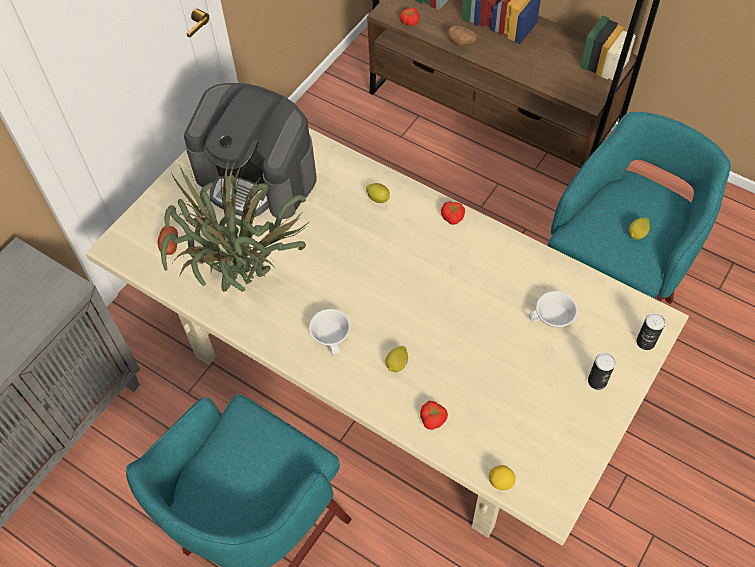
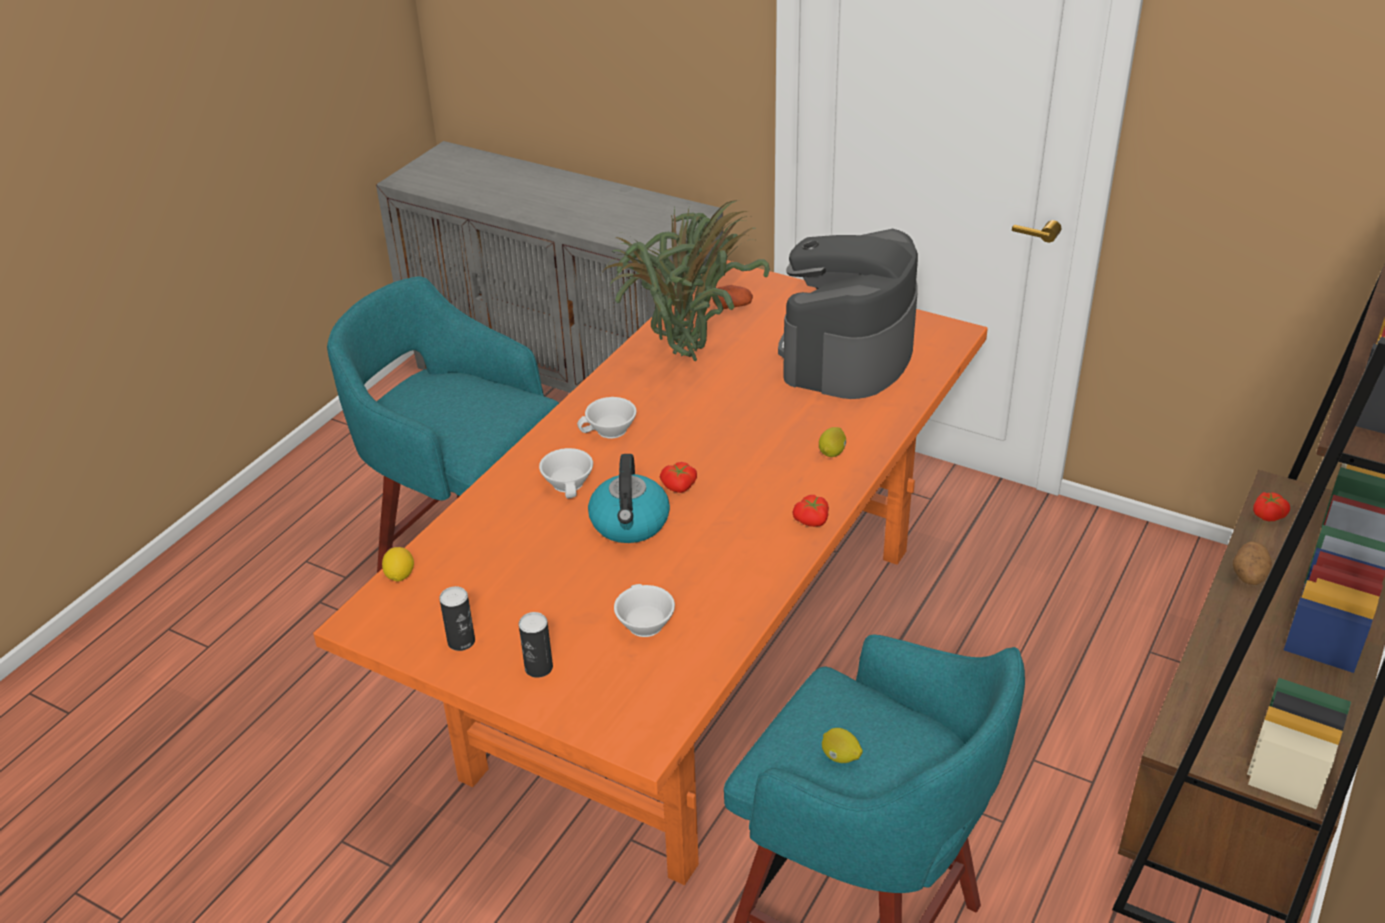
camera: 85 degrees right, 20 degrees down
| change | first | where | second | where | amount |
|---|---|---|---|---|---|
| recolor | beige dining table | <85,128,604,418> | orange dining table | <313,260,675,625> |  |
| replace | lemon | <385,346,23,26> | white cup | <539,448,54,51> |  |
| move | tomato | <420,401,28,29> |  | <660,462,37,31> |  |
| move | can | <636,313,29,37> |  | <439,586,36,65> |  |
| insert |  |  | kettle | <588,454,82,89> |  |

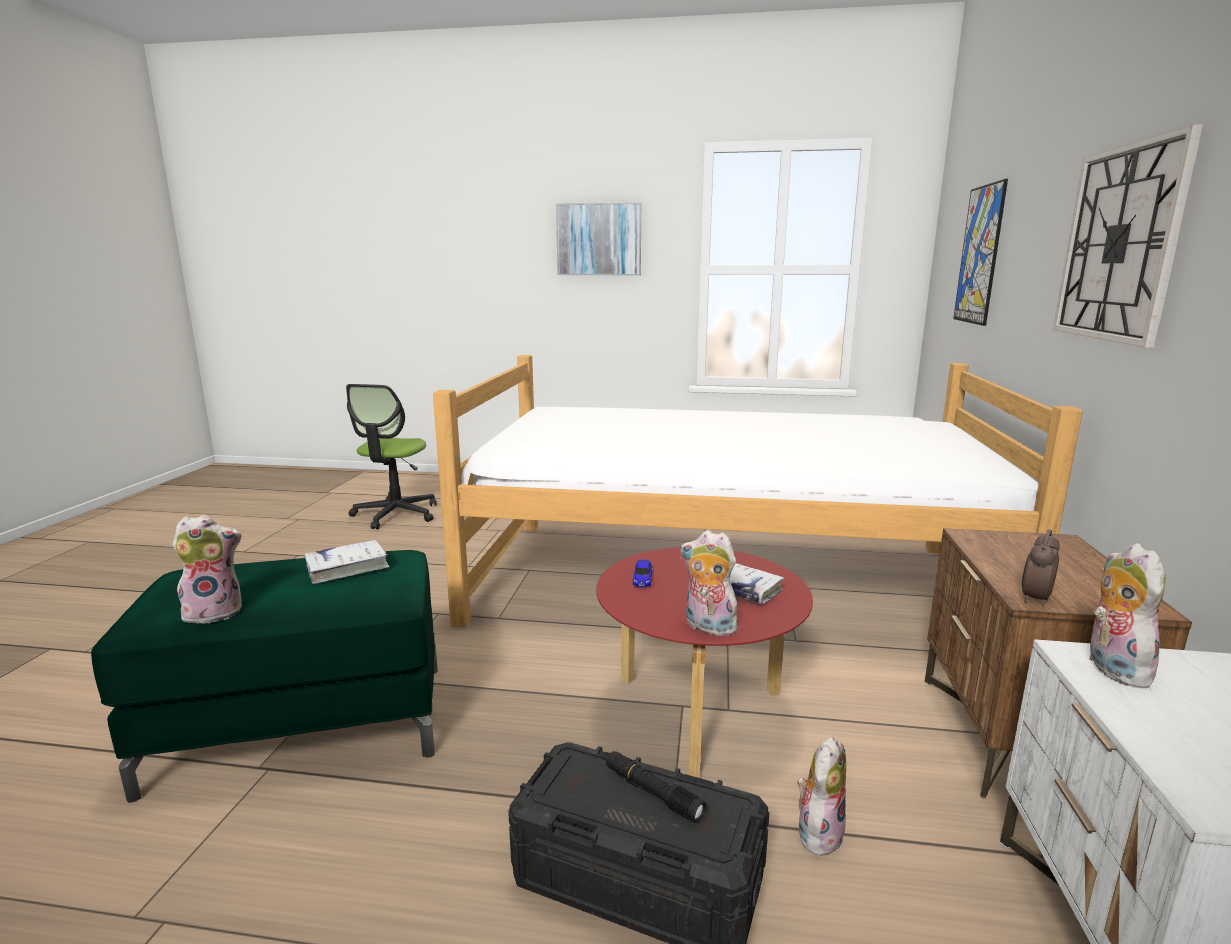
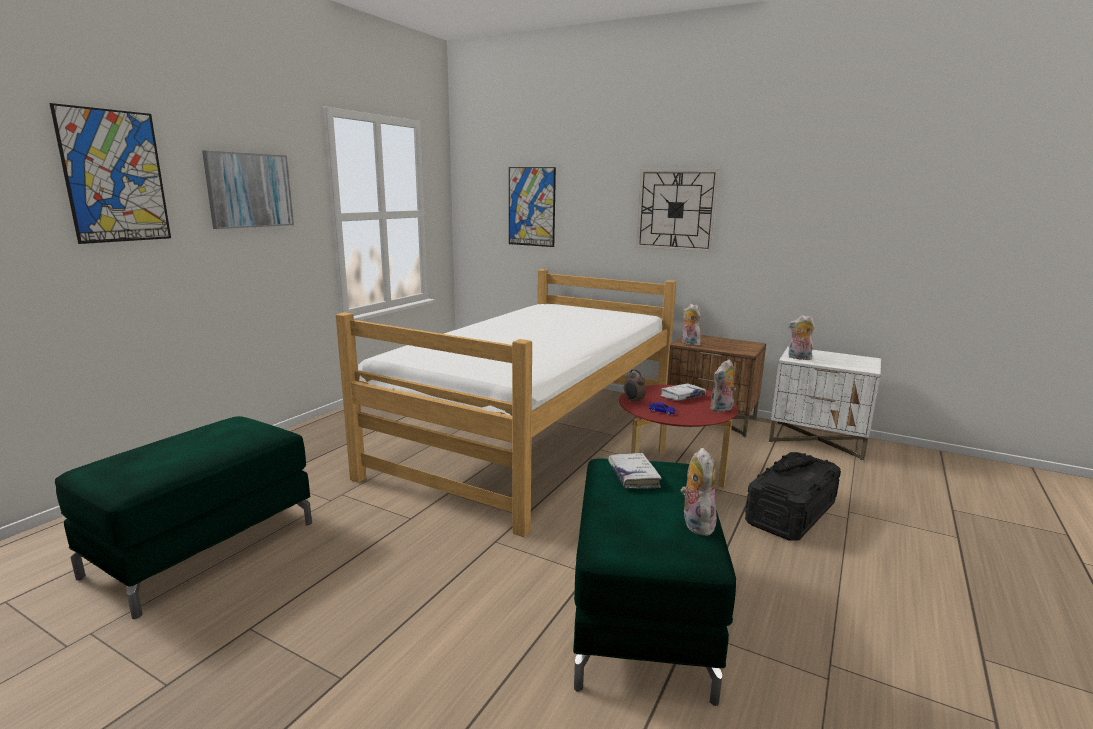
camera: 70 degrees left, 0 degrees up
| change | first | where | second | where | amount |
|---|---|---|---|---|---|
| replace | office chair | <346,384,91,145> | green ottoman | <55,416,257,203> |  |
| move | plush toy | <797,737,49,119> |  | <682,304,19,42> |  |
| move | alarm clock | <1022,529,38,76> |  | <624,369,22,35> |  |
| insert |  |  | picture | <49,103,122,141> |  |

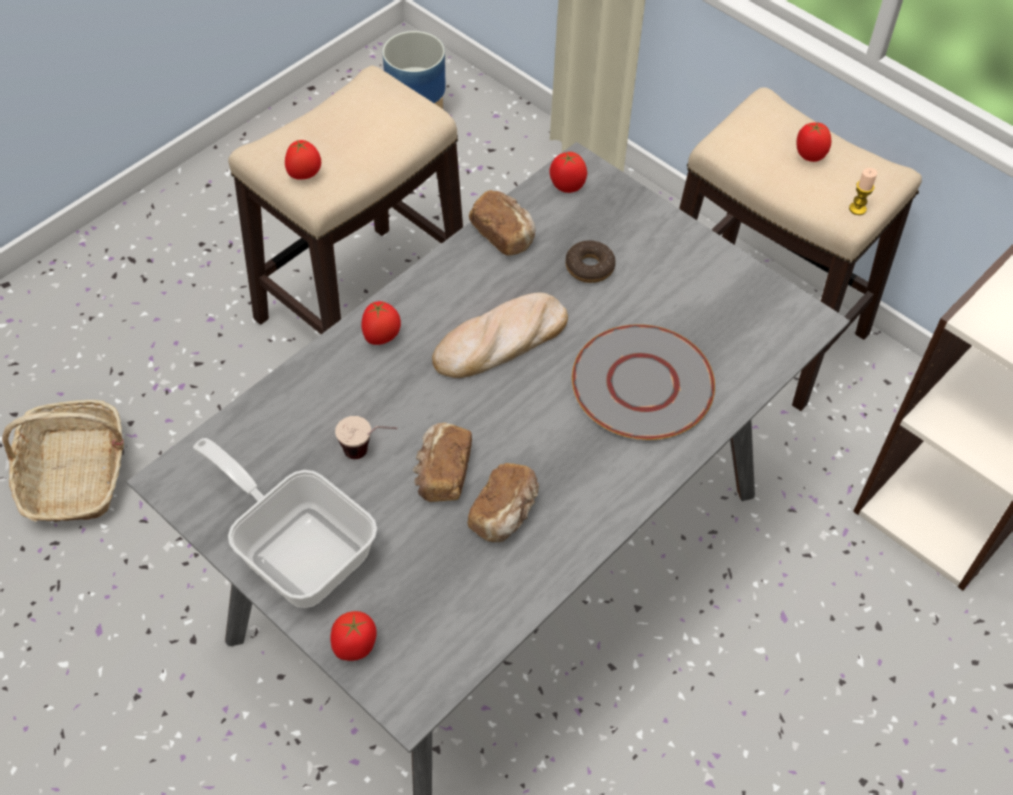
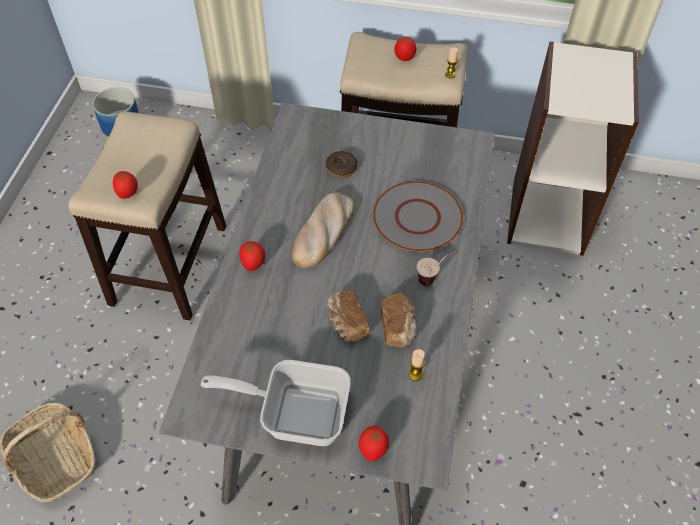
camera: 30 degrees left, 0 degrees up
| change | first | where | second | where | amount |
|---|---|---|---|---|---|
| move | cup | <335,416,63,43> |  | <417,251,42,35> |  |
| delete | bread | <469,190,67,66> |  |  |  |
| delete | tomato | <549,152,38,41> |  |  |  |
| insert |  |  | candle | <409,349,16,32> |  |

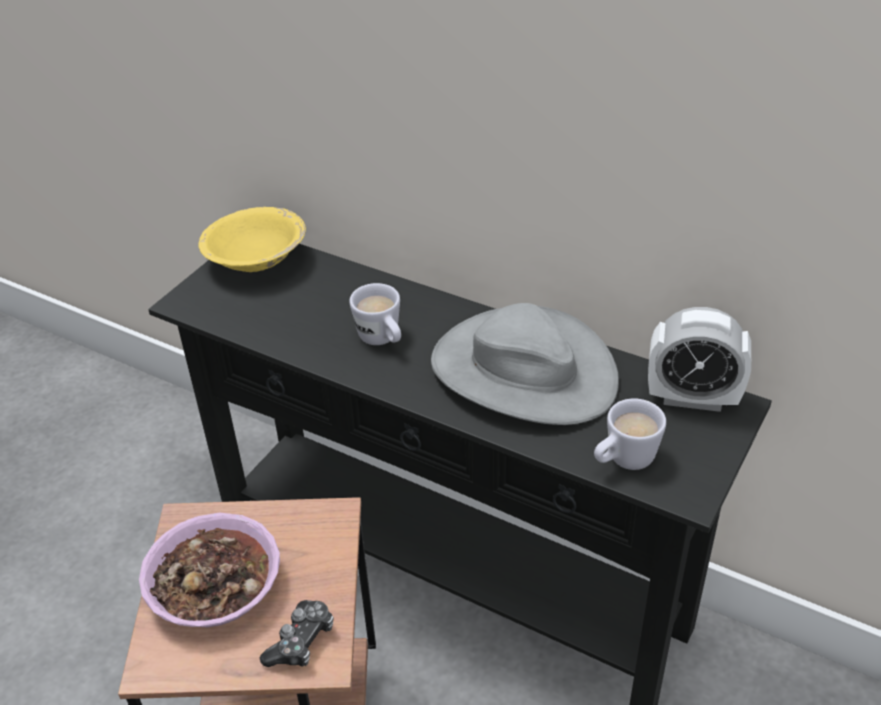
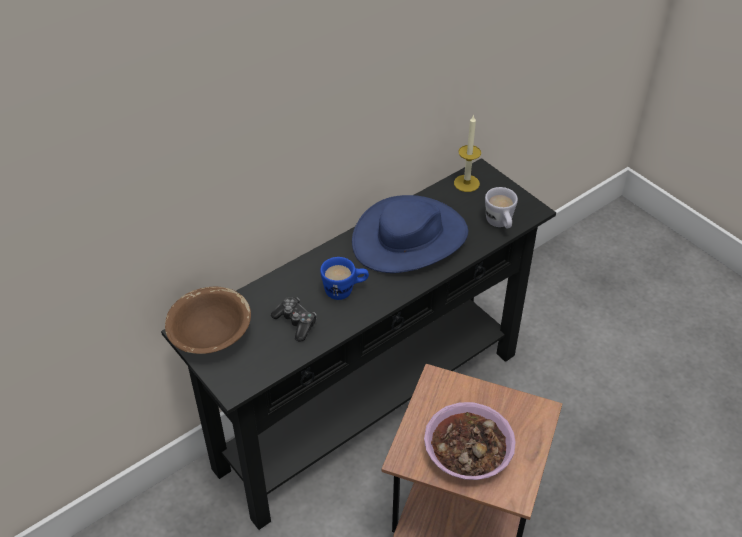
camera: 70 degrees left, 5 degrees up
| change | first | where | second | where | amount |
|---|---|---|---|---|---|
| recolor | yellow bowl | <198,207,108,65> | brown bowl | <165,287,86,67> |  |
| move | game controller | <260,600,74,67> |  | <271,297,46,45> |  |
| recolor | white mug | <349,283,52,62> | blue mug | <320,257,49,43> |  |
| recolor | grey hat | <431,303,188,122> | blue hat | <352,195,116,78> |  |
| replace | alarm clock | <648,307,103,105> | candle | <454,114,27,78> |  |

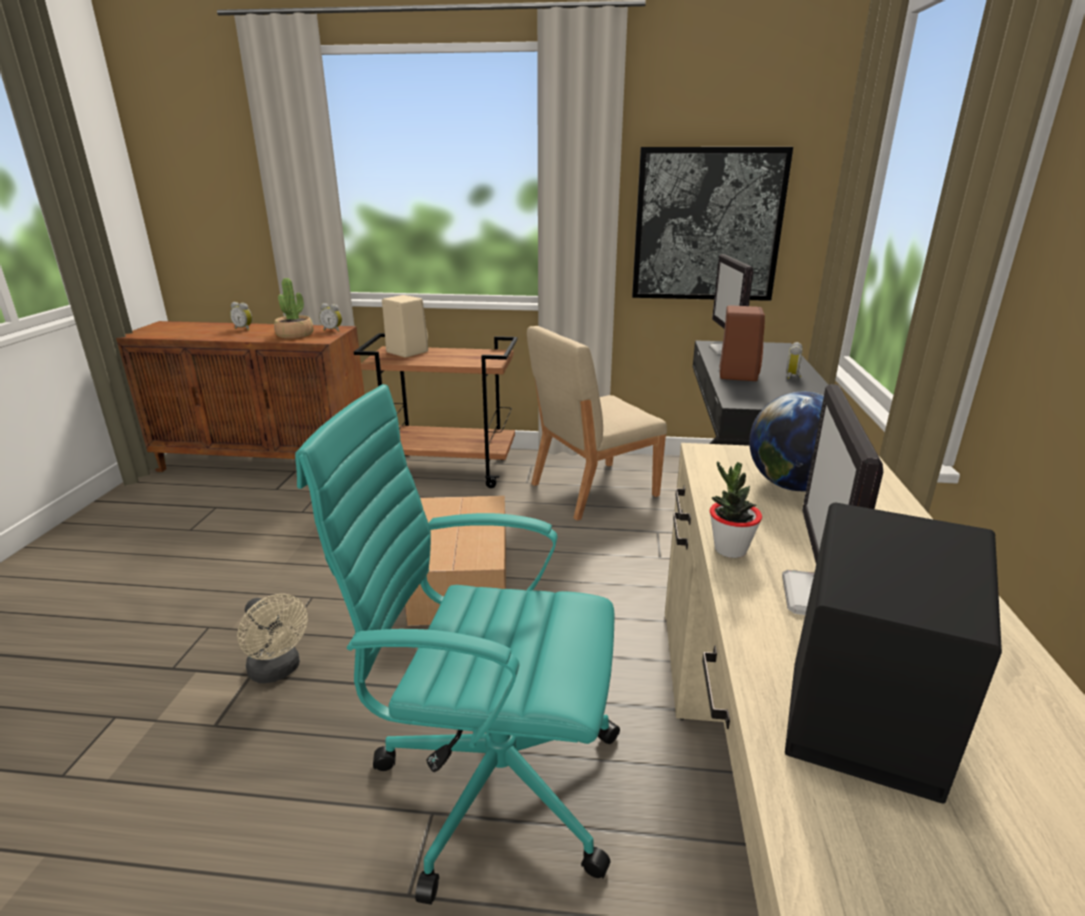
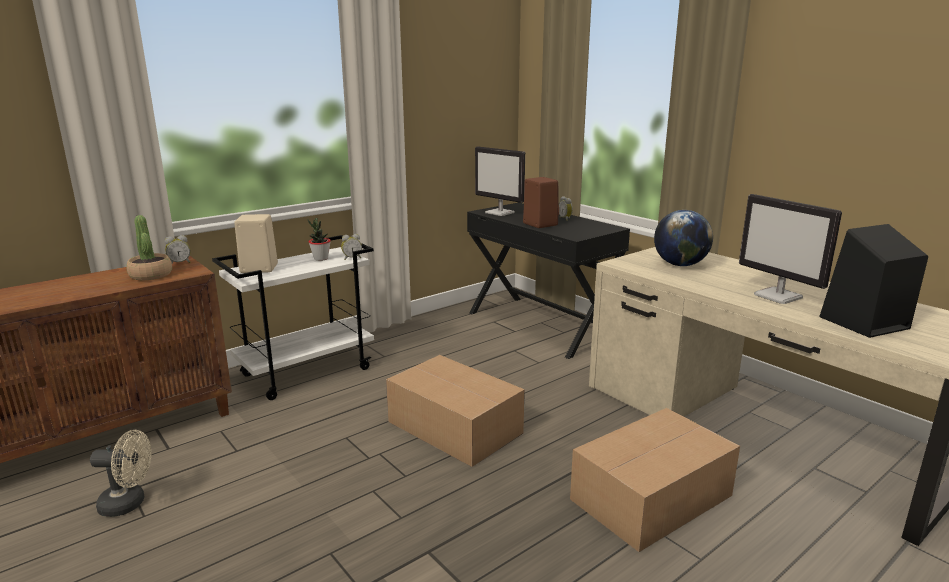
camera: 45 degrees left, 5 degrees down
| change | first | where | second | where | amount |
|---|---|---|---|---|---|
| move | alarm clock | <230,302,22,28> |  | <341,234,21,26> |  |
| move | beige fan | <237,594,71,89> |  | <90,430,61,87> |  |
| replace | turquoise office chair | <295,384,325,521> | cardboard box | <570,408,170,144> |  |
| recolor | brown cart | <354,333,163,155> | white cart | <212,235,162,165> |  |
| delete | beige chair | <527,326,140,195> |  |  |  |
| delete | picture | <632,147,161,154> |  |  |  |
| move | potted plant | <710,461,52,97> |  | <308,218,23,43> |  |

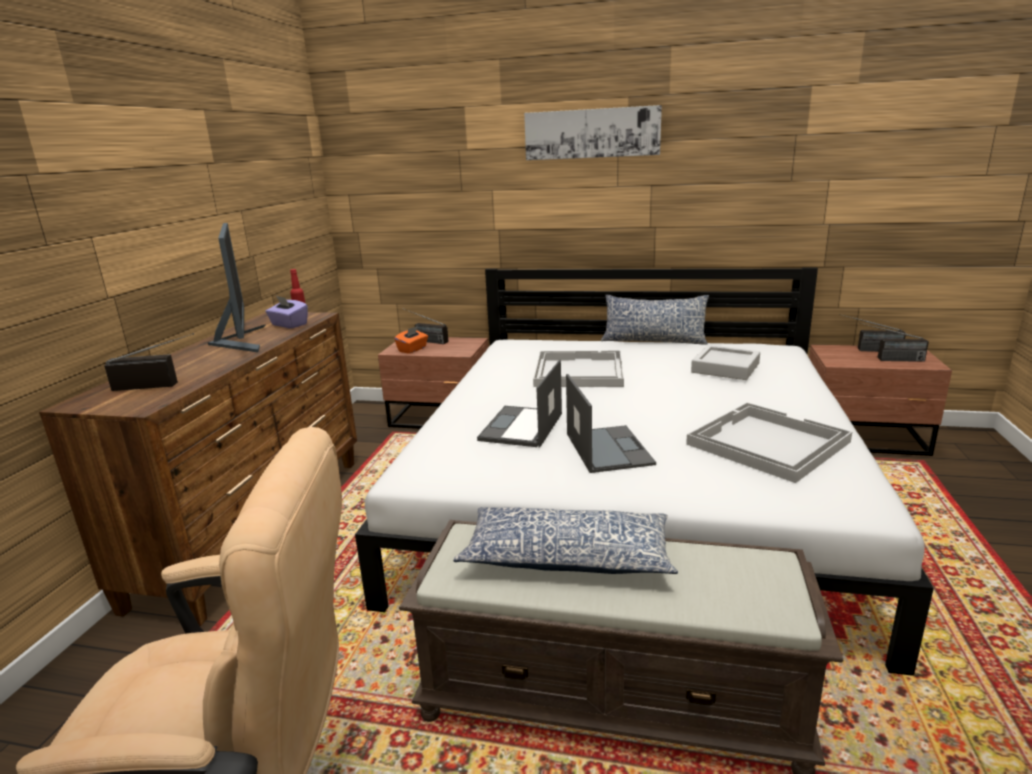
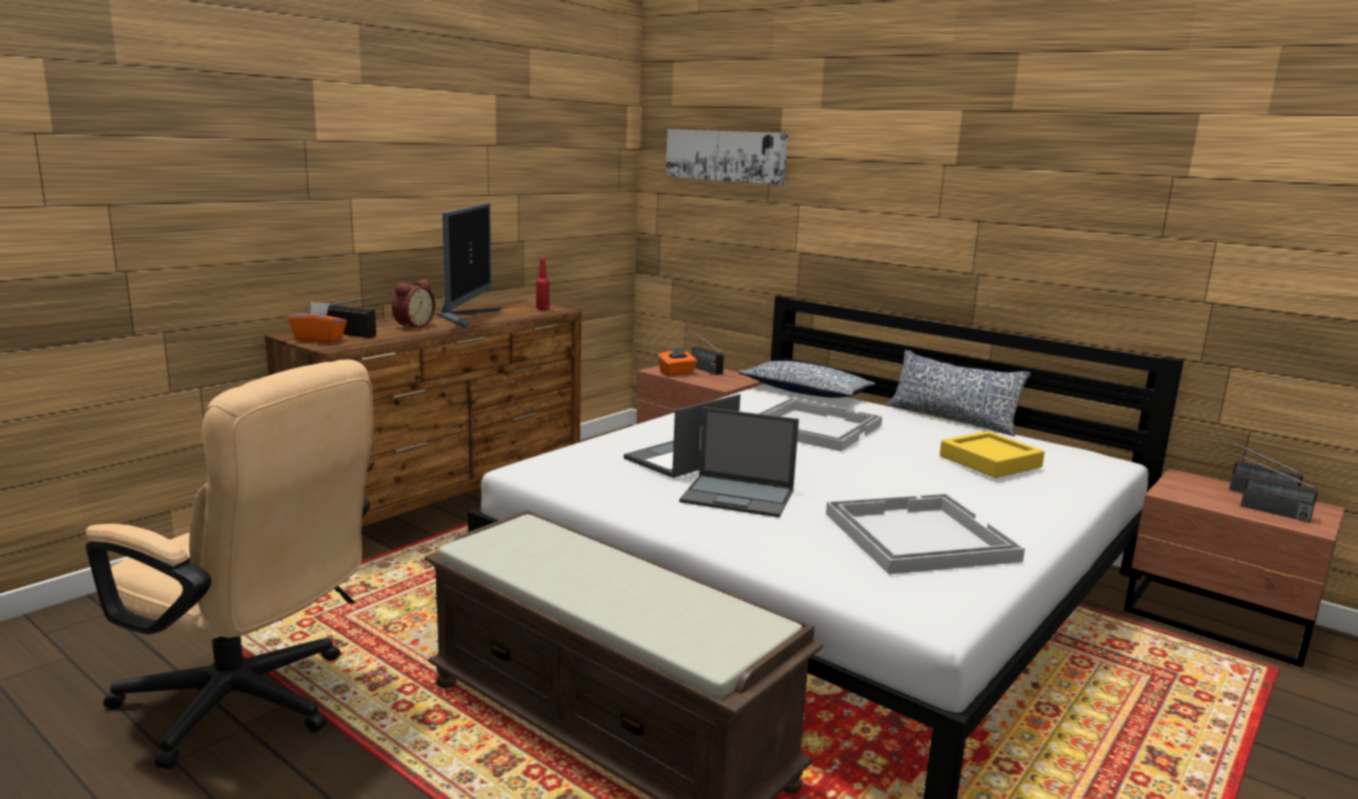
camera: 25 degrees right, 5 degrees down
| change | first | where | second | where | amount |
|---|---|---|---|---|---|
| delete | purple tissue box | <266,296,42,33> |  |  |  |
| move | pillow | <453,507,225,67> |  | <738,361,138,37> |  |
| move | picture | <524,105,138,55> |  | <666,129,122,56> |  |
| rotate | laptop | <566,374,90,99> |  | <679,407,120,110> | 90 degrees clockwise |
| recolor | grey tray | <691,345,69,35> | yellow tray | <940,431,105,47> |  |
| insert |  |  | orange tissue box | <288,302,59,41> |  |
| insert |  |  | alarm clock | <392,279,43,51> |  |

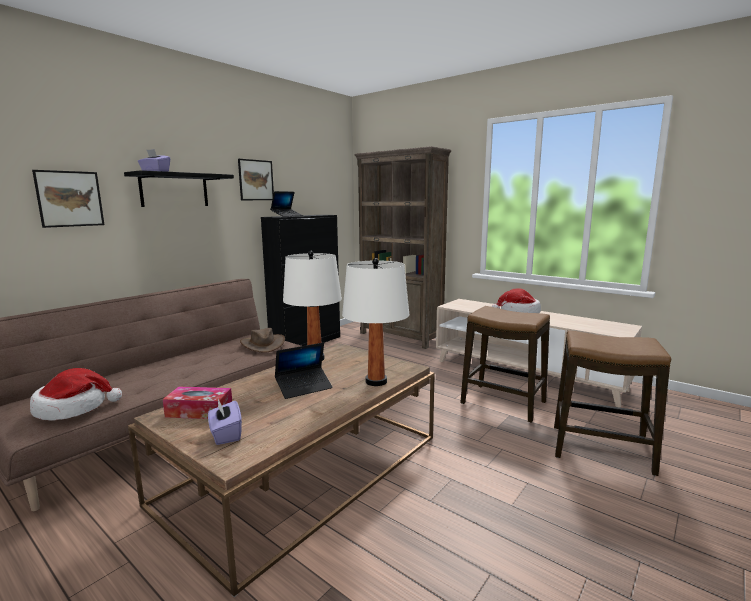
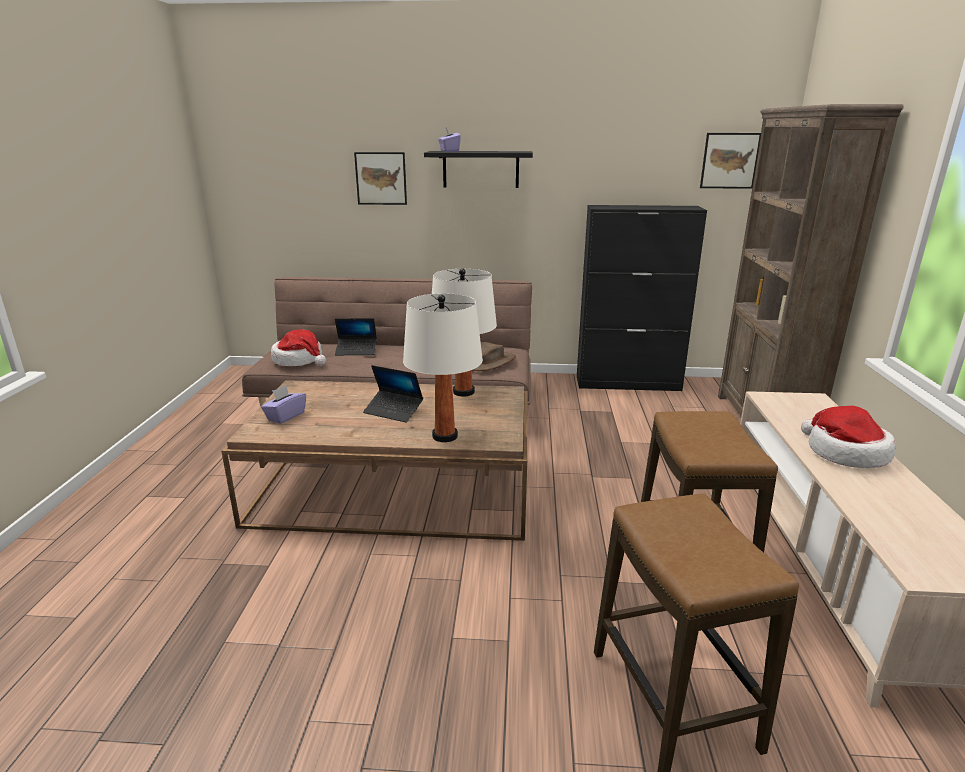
camera: 55 degrees right, 10 degrees up
| change | first | where | second | where | amount |
|---|---|---|---|---|---|
| delete | tissue box | <163,387,69,32> |  |  |  |
| move | picture | <238,159,36,41> |  | <700,133,61,56> |  |
| move | laptop | <270,191,33,26> |  | <335,318,42,37> |  |

